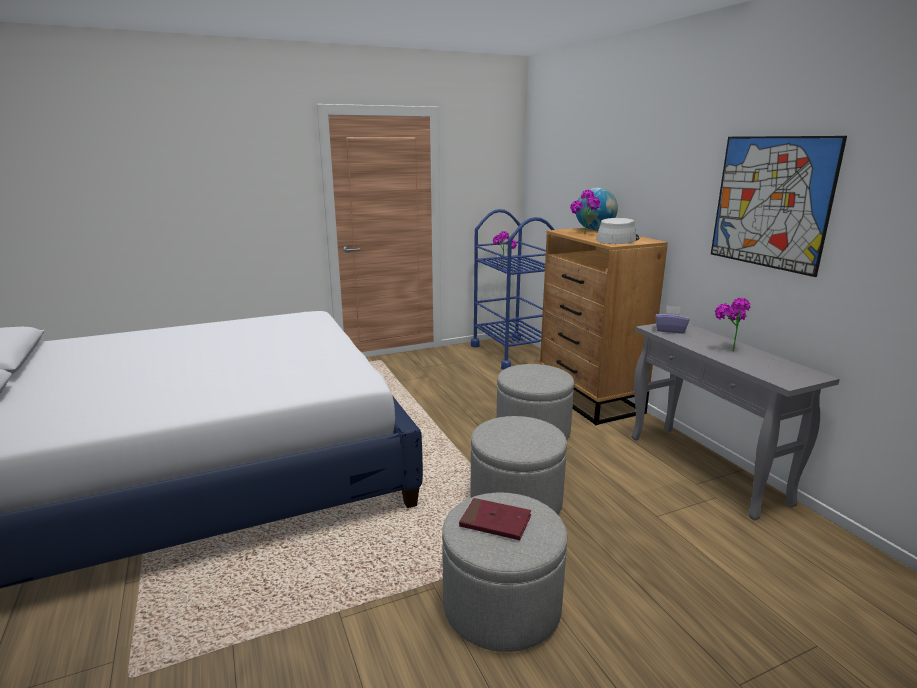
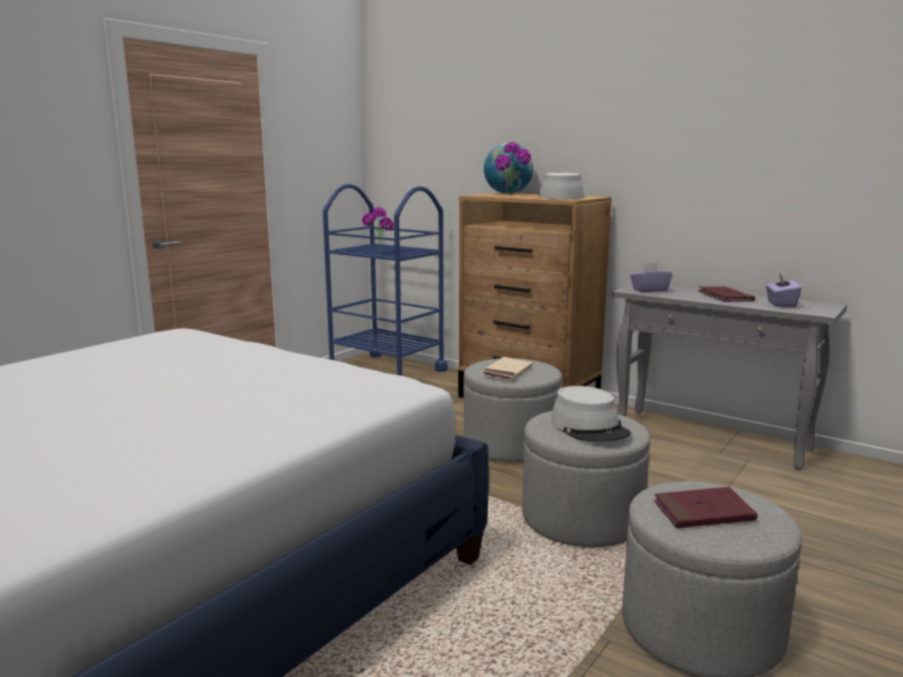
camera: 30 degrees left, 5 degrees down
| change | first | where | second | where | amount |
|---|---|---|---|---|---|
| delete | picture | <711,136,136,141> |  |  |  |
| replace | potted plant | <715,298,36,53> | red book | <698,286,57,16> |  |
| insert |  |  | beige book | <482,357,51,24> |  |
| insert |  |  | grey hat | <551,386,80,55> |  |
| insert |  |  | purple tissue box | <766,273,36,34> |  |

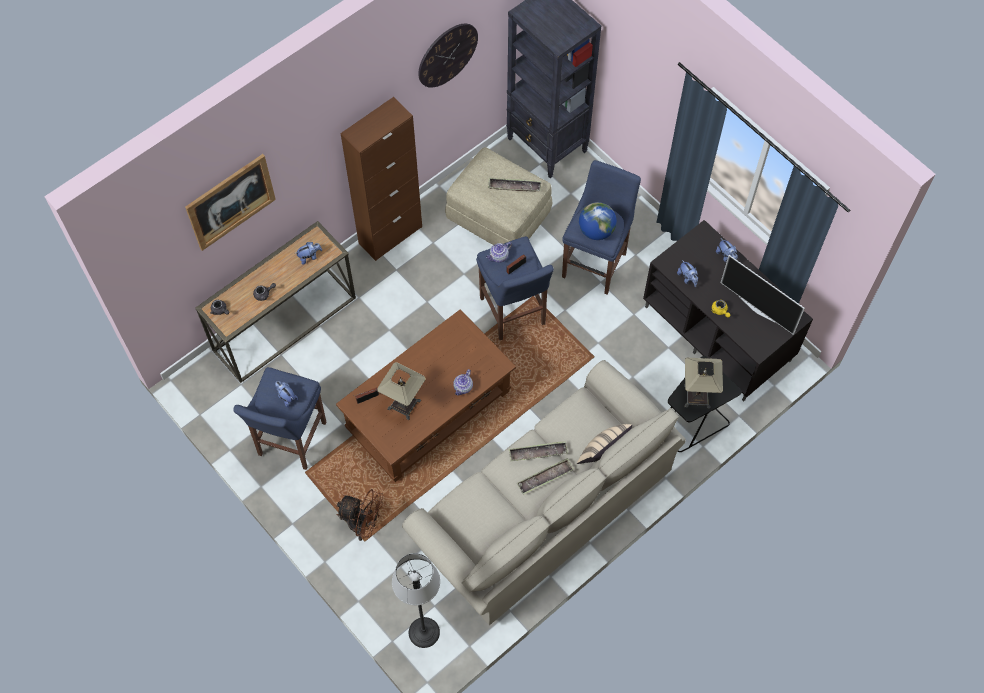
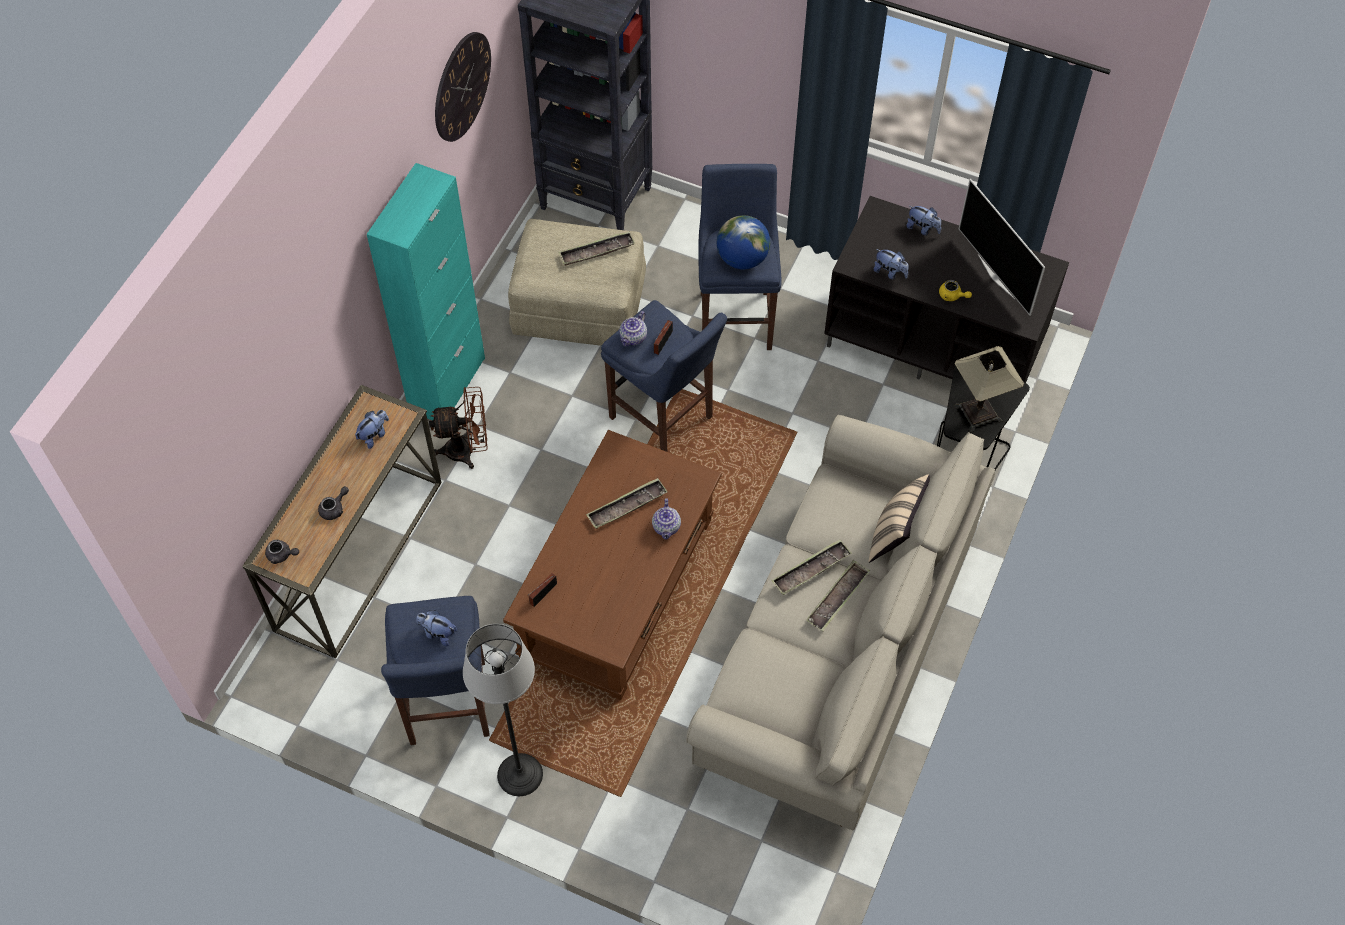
camera: 25 degrees left, 5 degrees down
| change | first | where | second | where | amount |
|---|---|---|---|---|---|
| delete | picture | <185,154,91,97> |  |  |  |
| move | brown fan | <336,489,47,52> |  | <429,387,58,82> |  |
| recolor | brown cabinet | <340,97,82,164> | turquoise cabinet | <367,163,118,258> |  |
| delete | table lamp | <377,362,49,58> |  |  |  |
| move | floor lamp | <392,553,48,95> |  | <463,624,80,172> |  |
| rotate | television | <721,255,84,80> |  | <959,179,86,137> | 45 degrees clockwise |
| insert |  |  | tray | <586,478,82,51> |  |

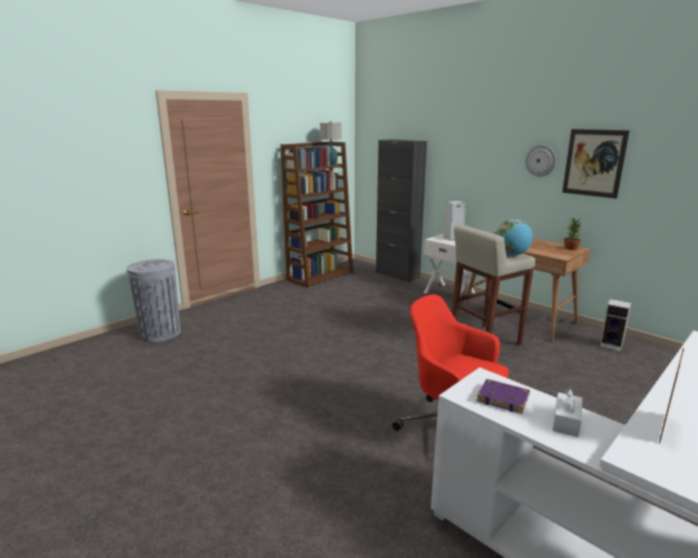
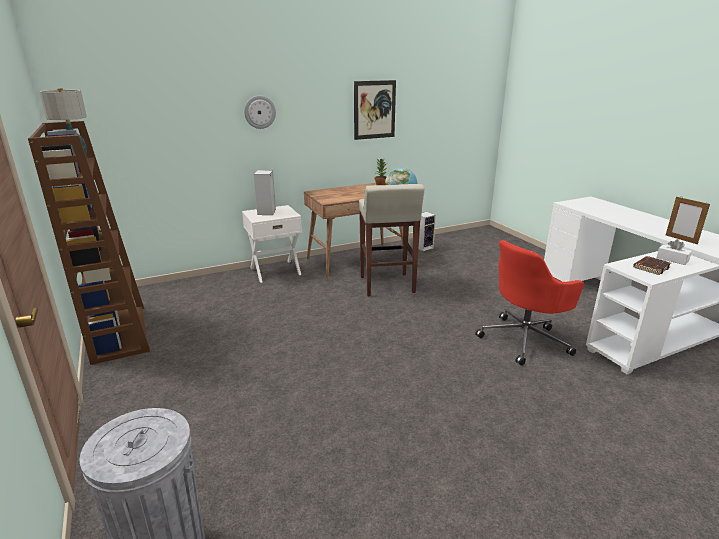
camera: 70 degrees left, 5 degrees up
| change | first | where | second | where | amount |
|---|---|---|---|---|---|
| delete | black cabinet | <376,139,51,143> |  |  |  |
| recolor | purple book | <477,379,53,35> | brown book | <633,256,38,19> |  |
| move | wall clock | <525,145,31,32> |  | <244,96,32,33> |  |

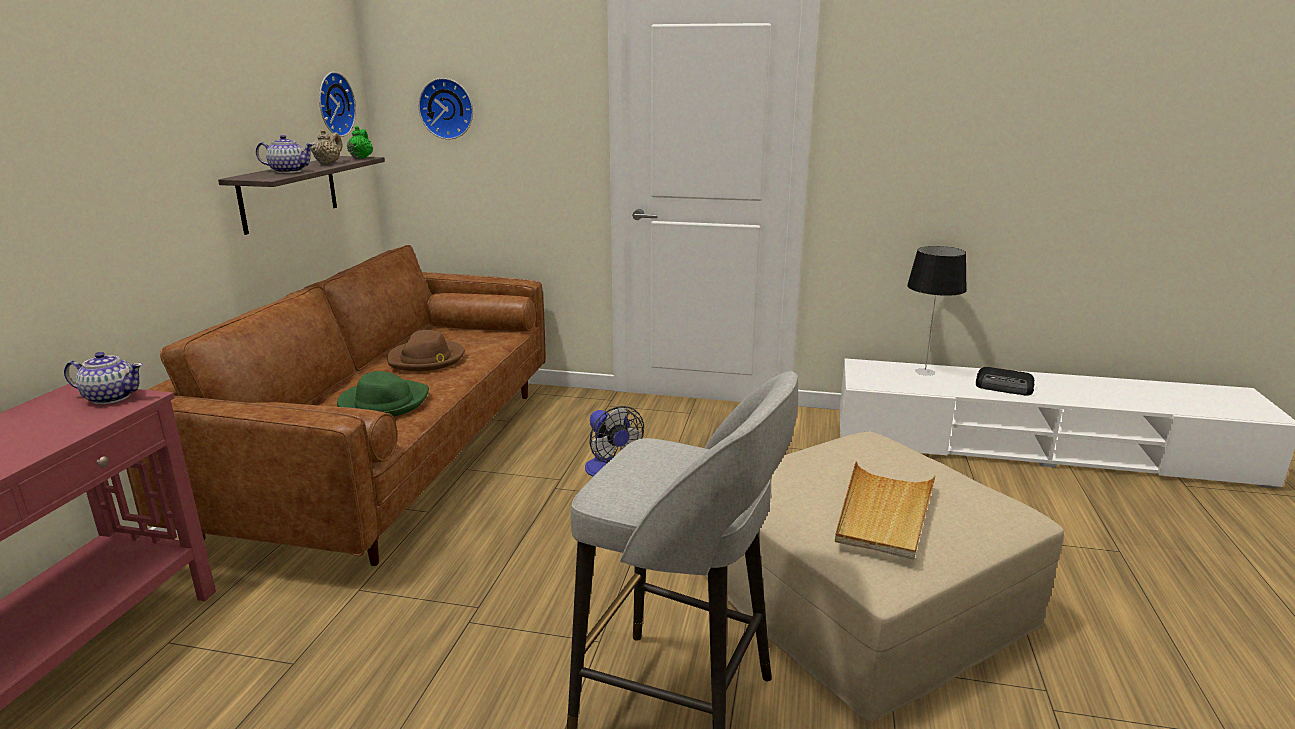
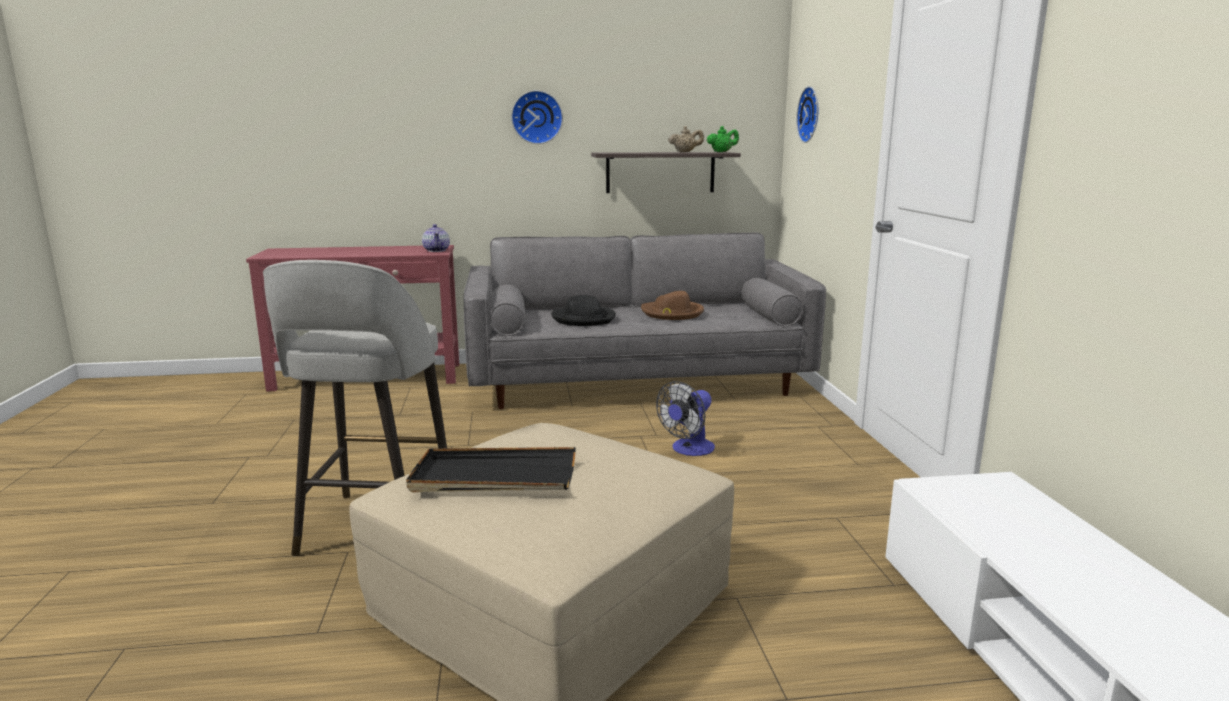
camera: 70 degrees right, 5 degrees down
| change | first | where | second | where | amount |
|---|---|---|---|---|---|
| recolor | brown sofa | <126,245,420,321> | grey sofa | <464,233,362,176> |  |
| delete | teapot | <256,135,58,38> |  |  |  |
| move | wall clock | <319,72,37,65> |  | <511,90,52,54> |  |
| recolor | green hat | <337,371,92,46> | black hat | <551,295,65,31> |  |
| recolor | beige tray | <835,461,101,99> | black tray | <406,447,170,45> |  |
| delete | table lamp | <907,246,60,130> |  |  |  |
| delete | radio | <976,367,59,29> |  |  |  |

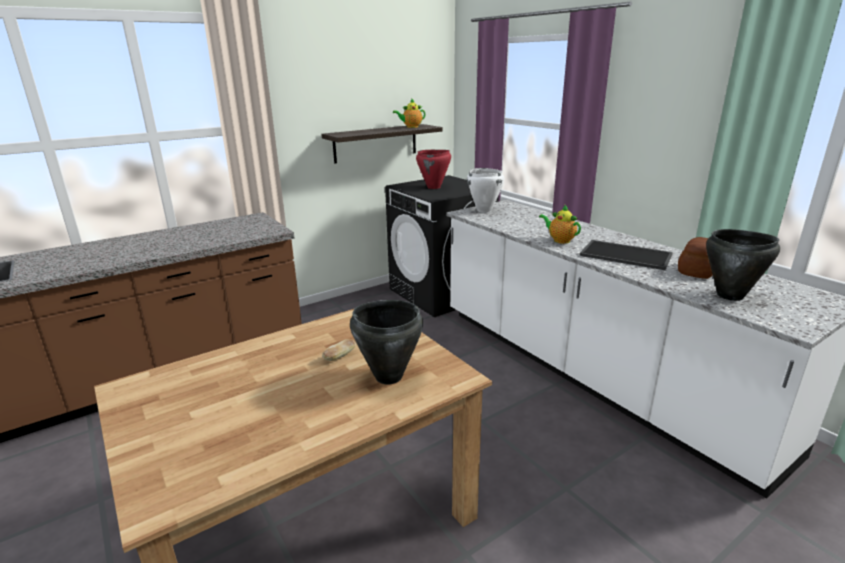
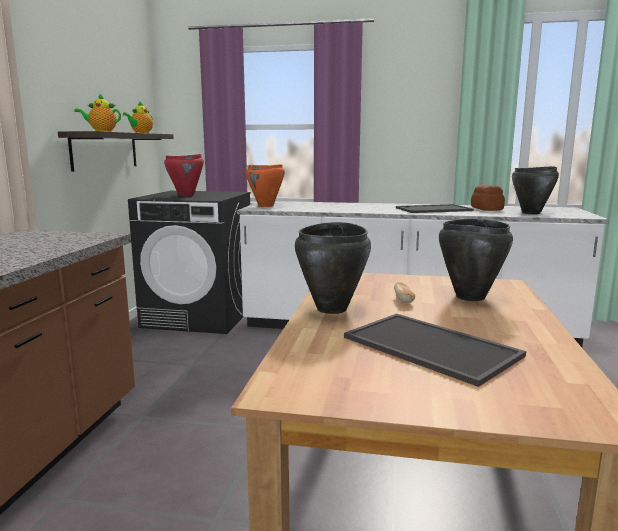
camera: 45 degrees left, 10 degrees down
| change | first | where | second | where | amount |
|---|---|---|---|---|---|
| recolor | white cooking pot | <467,168,37,45> | orange cooking pot | <246,164,39,43> |  |
| move | teapot | <539,205,42,39> |  | <74,94,47,38> |  |
| insert |  |  | black cooking pot | <295,222,76,92> |  |
| insert |  |  | tray | <344,313,182,74> |  |

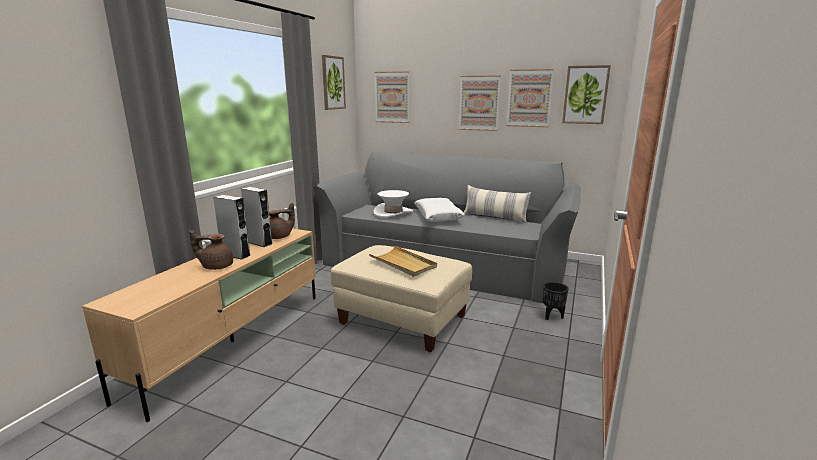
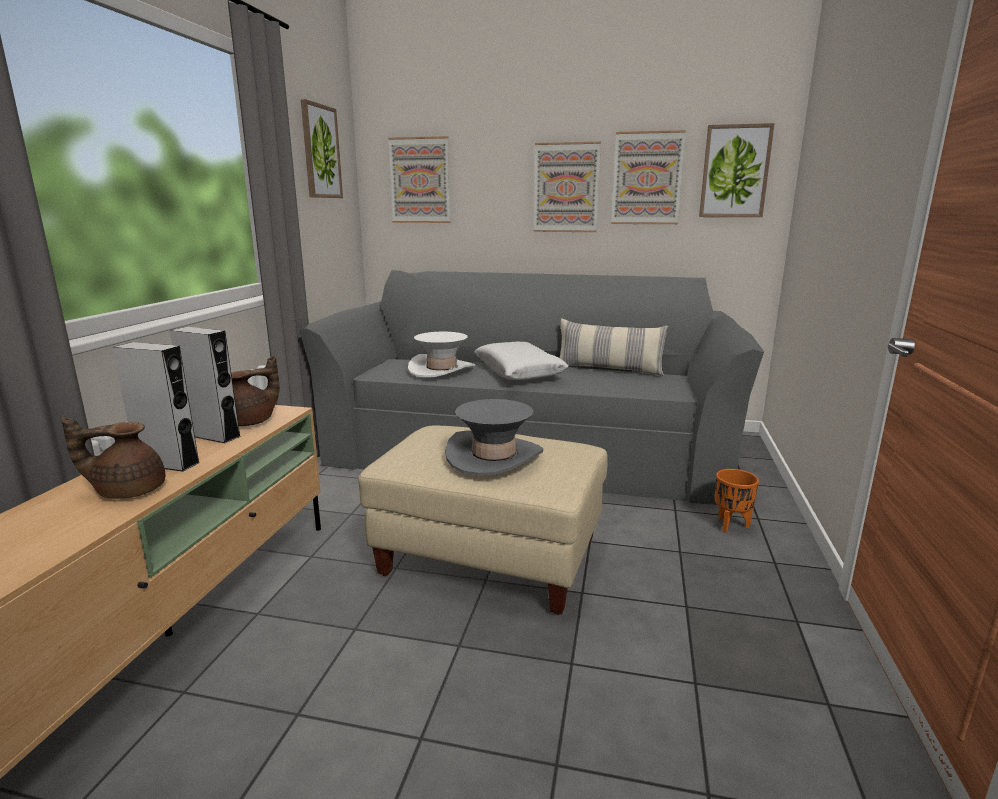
camera: 10 degrees left, 0 degrees up
| change | first | where | second | where | amount |
|---|---|---|---|---|---|
| replace | beige tray | <369,246,68,31> | grey hat | <445,399,98,77> |  |
| recolor | black planter | <542,282,27,38> | orange planter | <715,469,44,64> |  |

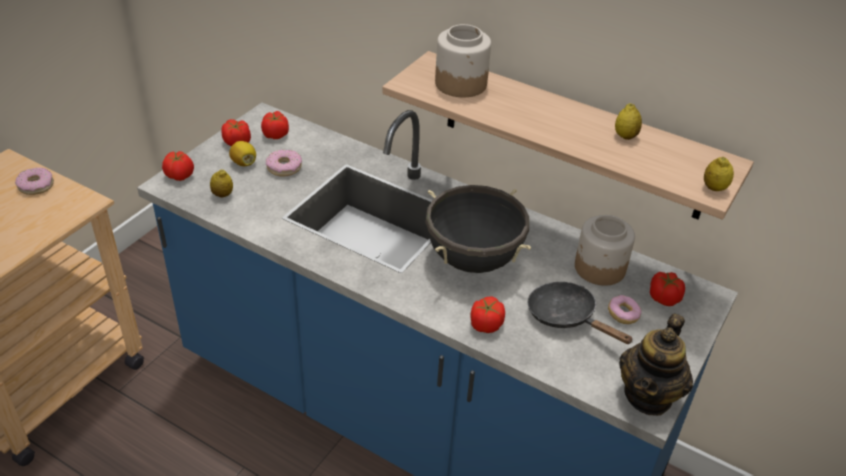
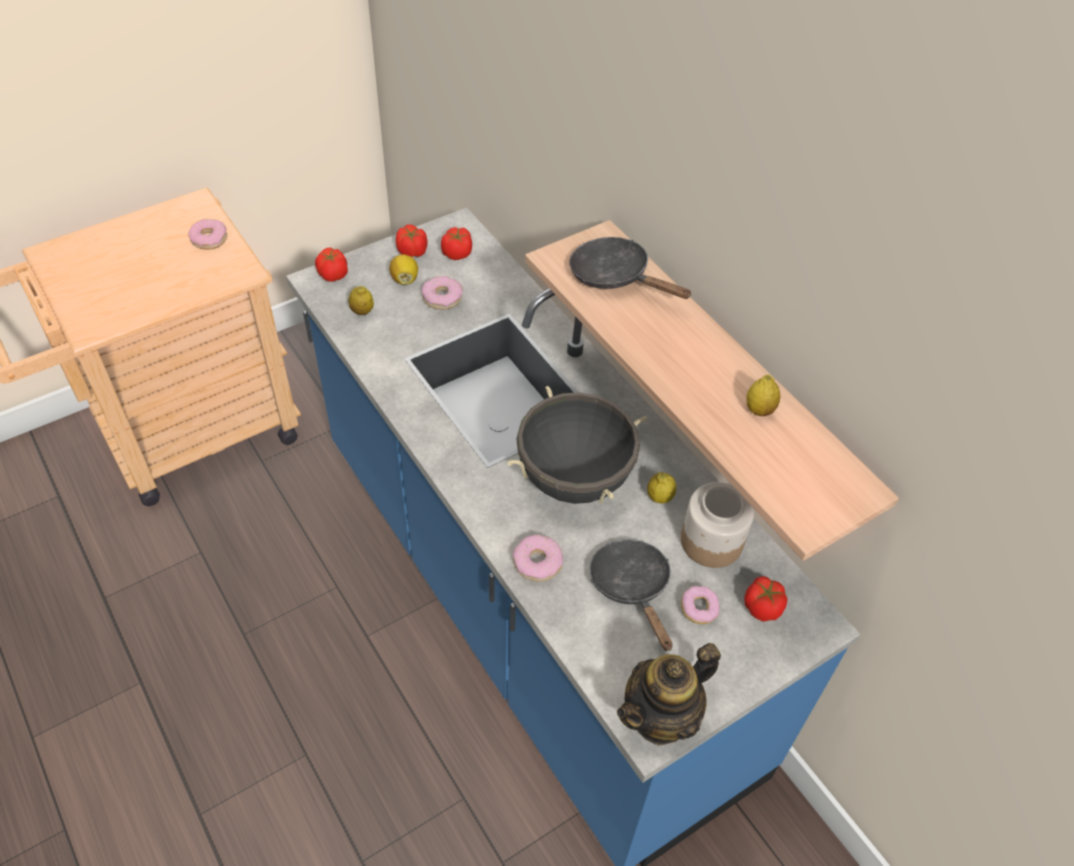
camera: 25 degrees right, 10 degrees up
| change | first | where | second | where | amount |
|---|---|---|---|---|---|
| replace | jar | <435,24,56,73> | black frying pan | <569,237,123,62> |  |
| replace | tomato | <470,297,35,36> | donut | <513,534,50,48> |  |
| move | lemon | <704,157,30,34> |  | <647,472,29,32> |  |

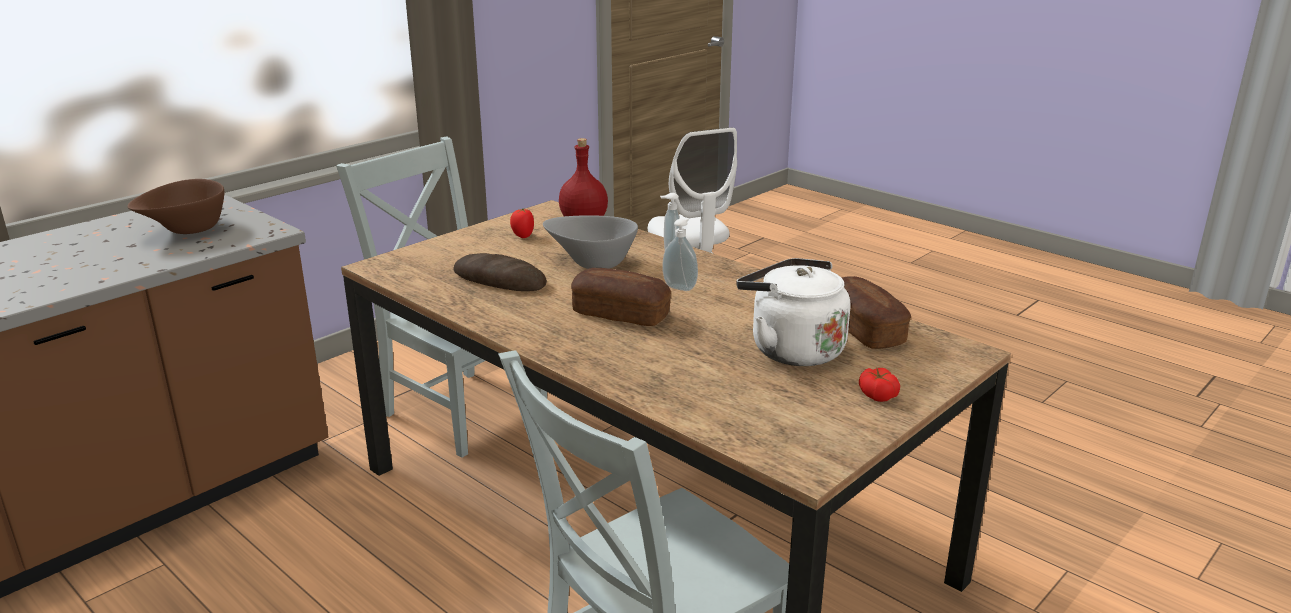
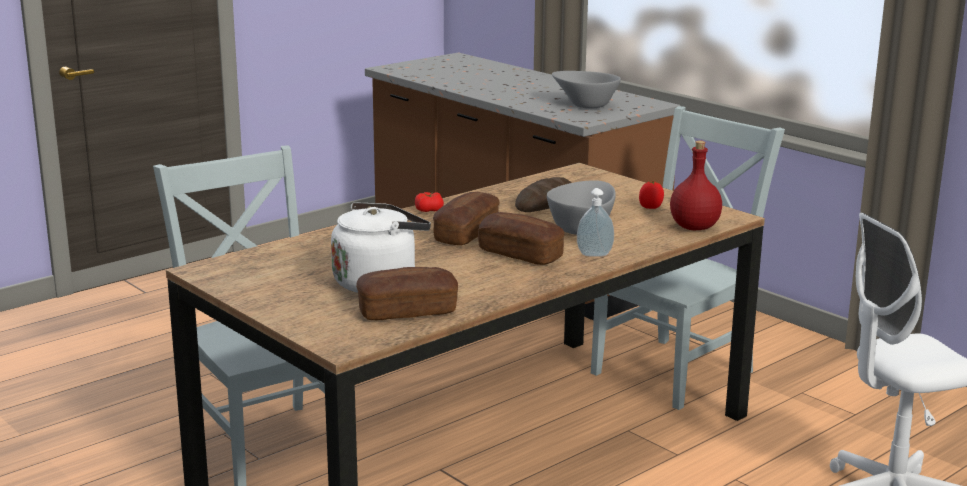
camera: 95 degrees right, 5 degrees down
| change | first | where | second | where | amount |
|---|---|---|---|---|---|
| recolor | brown bowl | <128,179,96,55> | grey bowl | <552,71,69,38> |  |
| replace | soap dispenser | <662,218,36,73> | bread | <478,212,87,53> |  |
| move | tomato | <859,368,41,34> |  | <415,192,29,20> |  |

